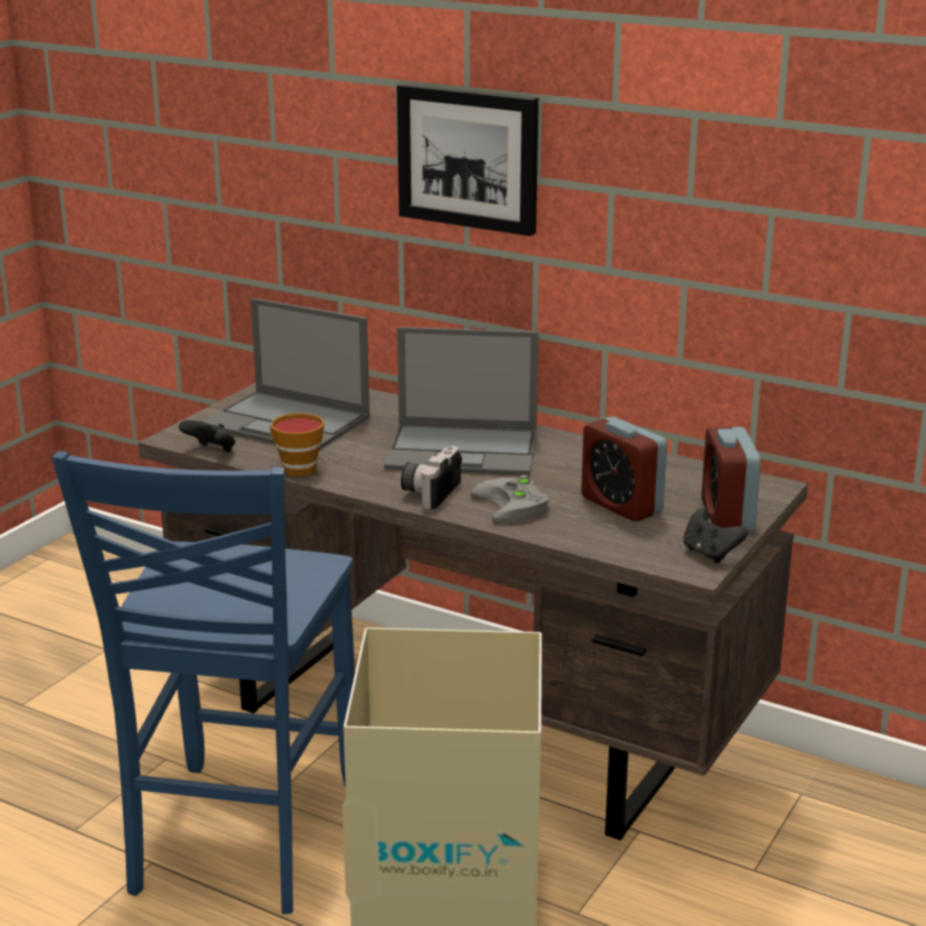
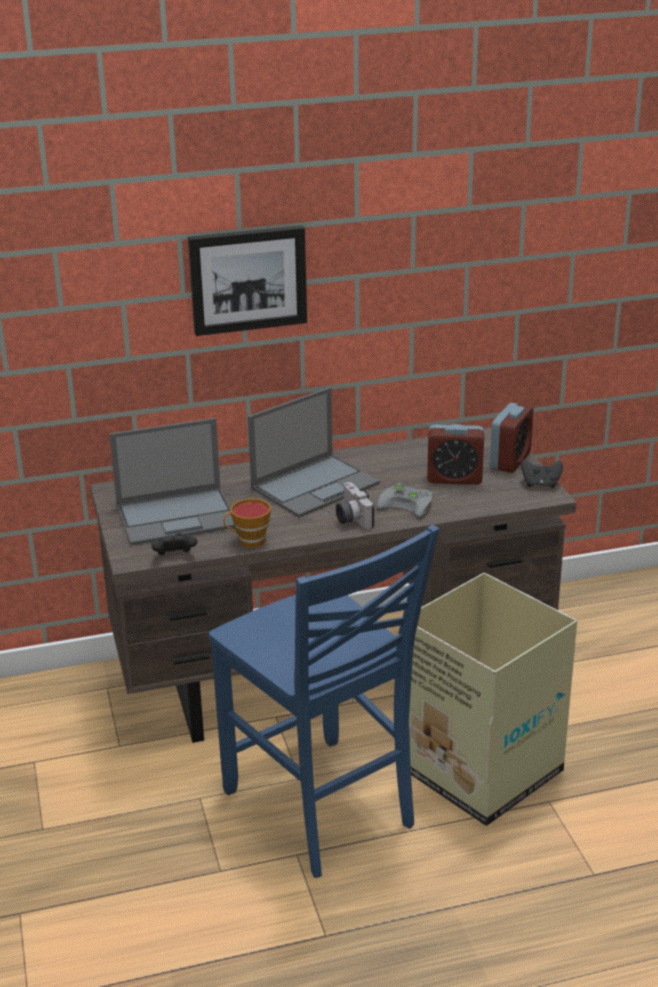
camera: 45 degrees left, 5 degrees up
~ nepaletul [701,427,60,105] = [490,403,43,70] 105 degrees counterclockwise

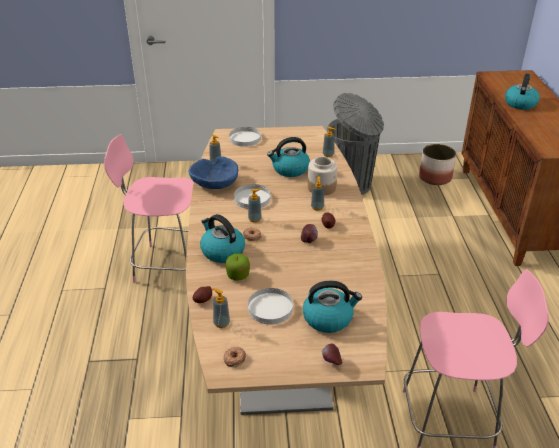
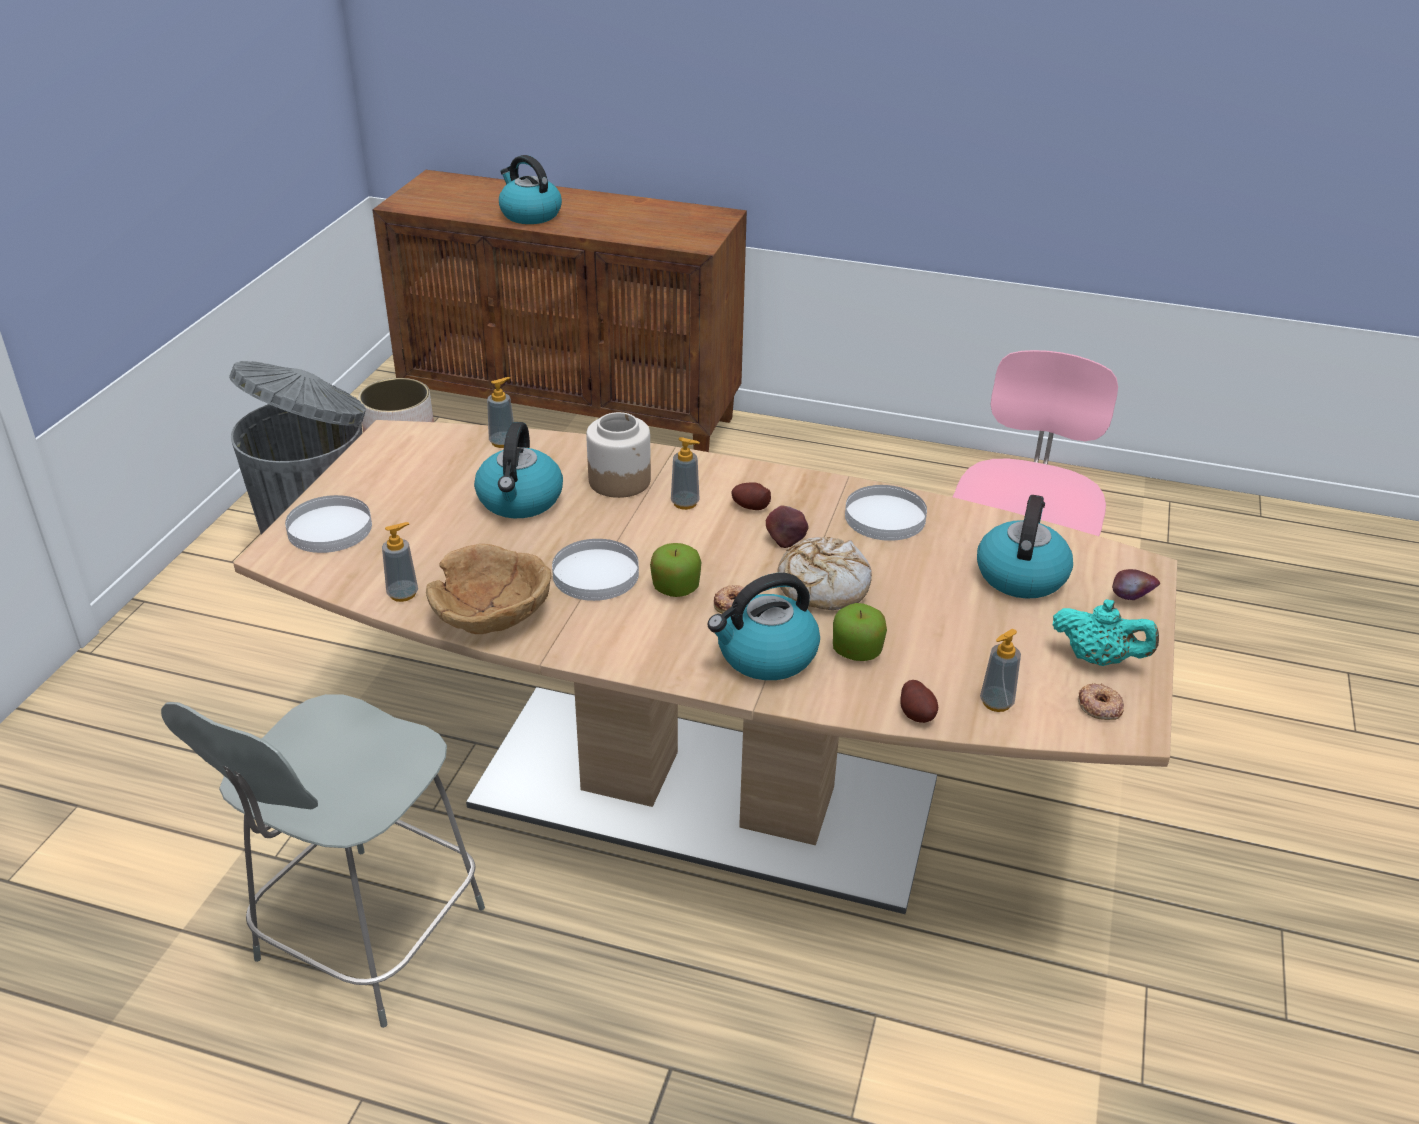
camera: 70 degrees left, 0 degrees up
+ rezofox [777,537,95,73]
+ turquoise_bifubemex [1053,599,106,67]
~ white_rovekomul [248,288,45,37] to [845,485,82,56]
~ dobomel [248,188,14,35] to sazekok [650,543,51,54]
~ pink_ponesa [104,135,90,148] to grey_ponesa [161,694,324,334]
~ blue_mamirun [189,156,49,33] to brown_mamirun [426,544,125,90]

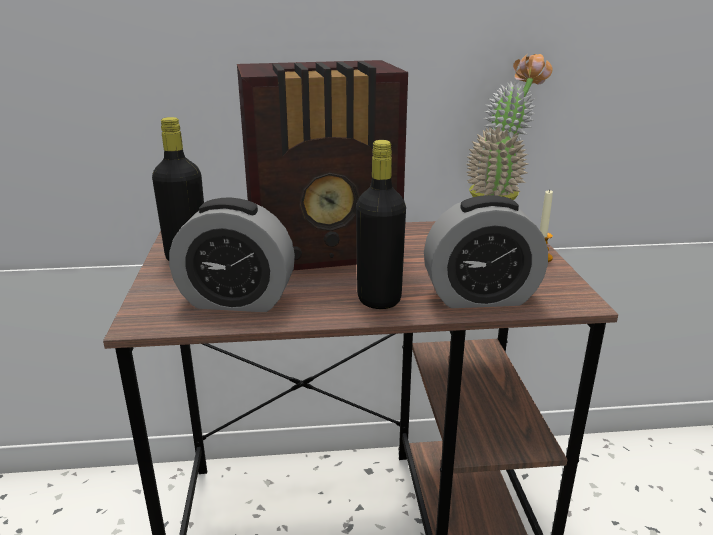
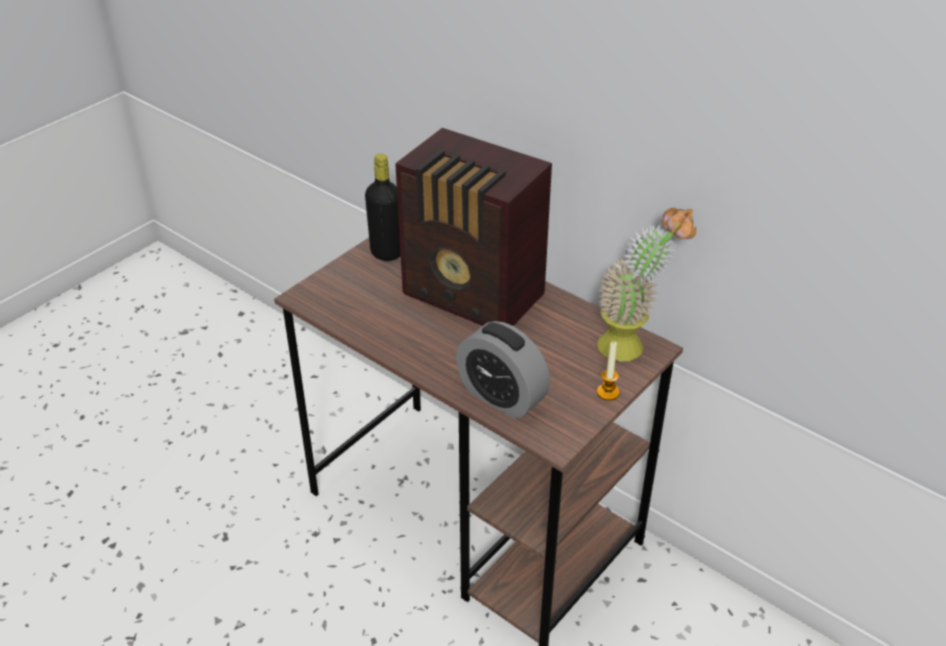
camera: 45 degrees right, 15 degrees up
- nepaletul [169,198,126,114]
- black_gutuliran [356,140,50,169]

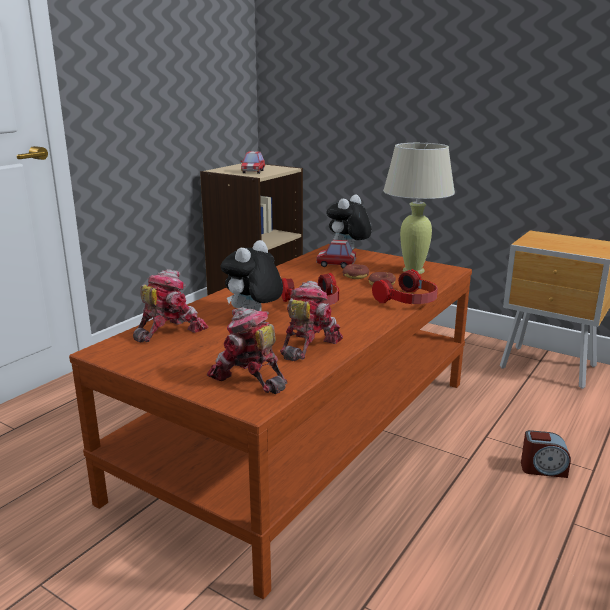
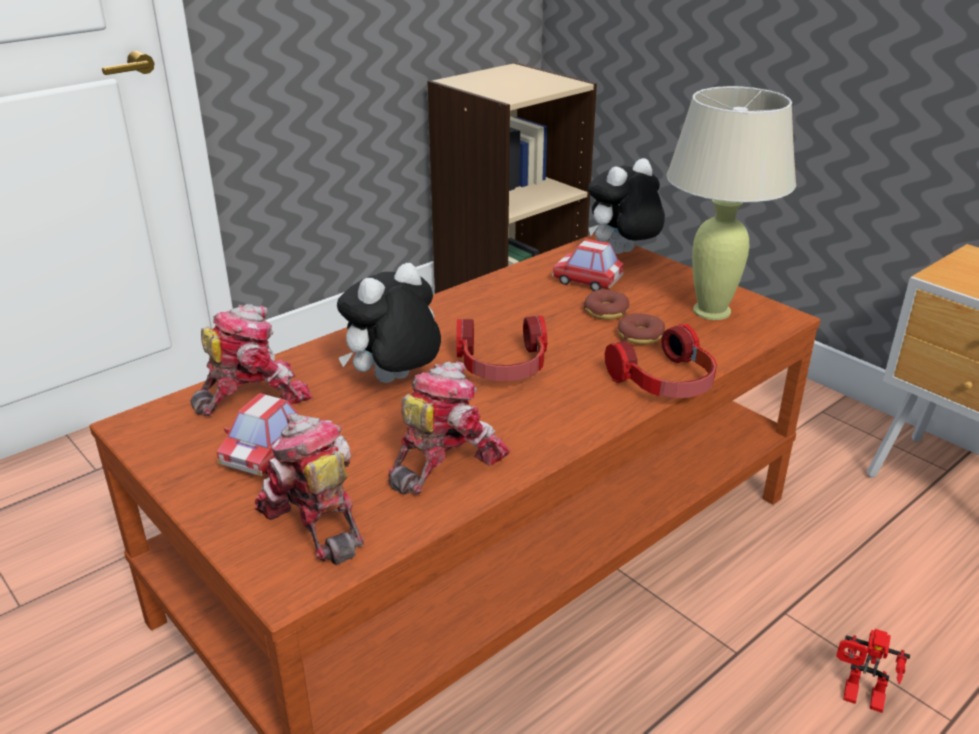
camera: 15 degrees right, 10 degrees up
~ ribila [241,151,24,23] to [217,393,83,83]
~ nepaletul [521,430,50,48] to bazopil [836,629,74,84]

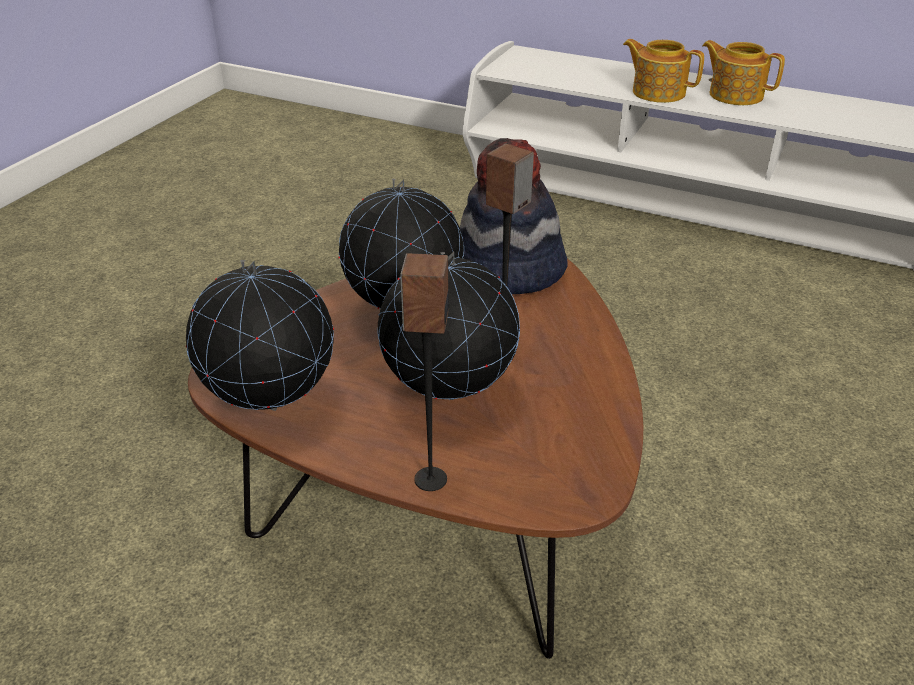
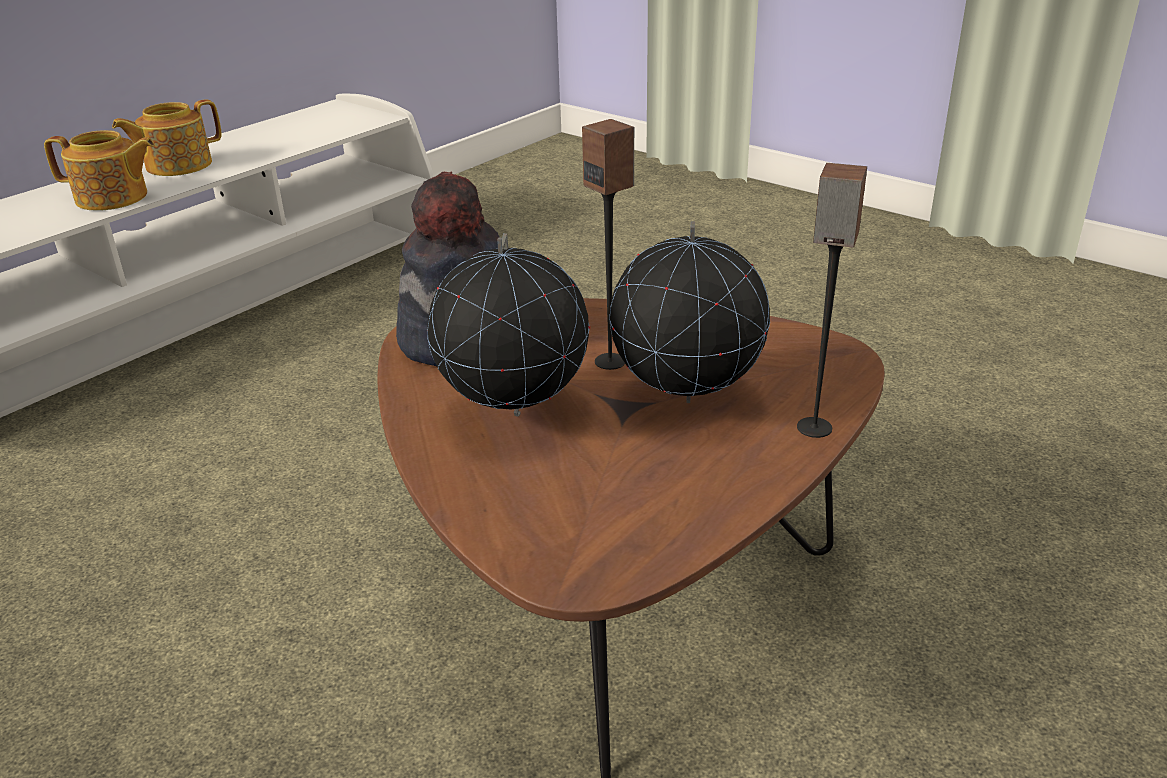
camera: 75 degrees left, 5 degrees down
- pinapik [186,260,148,151]
~ bifubemex [623,39,81,64] = [44,130,111,81] 135 degrees counterclockwise

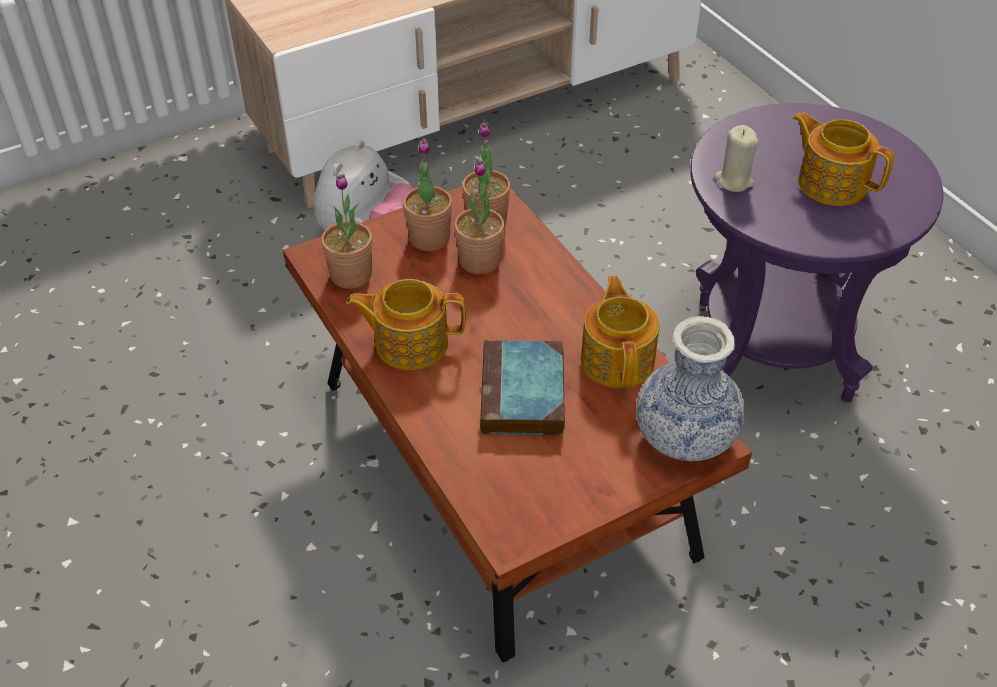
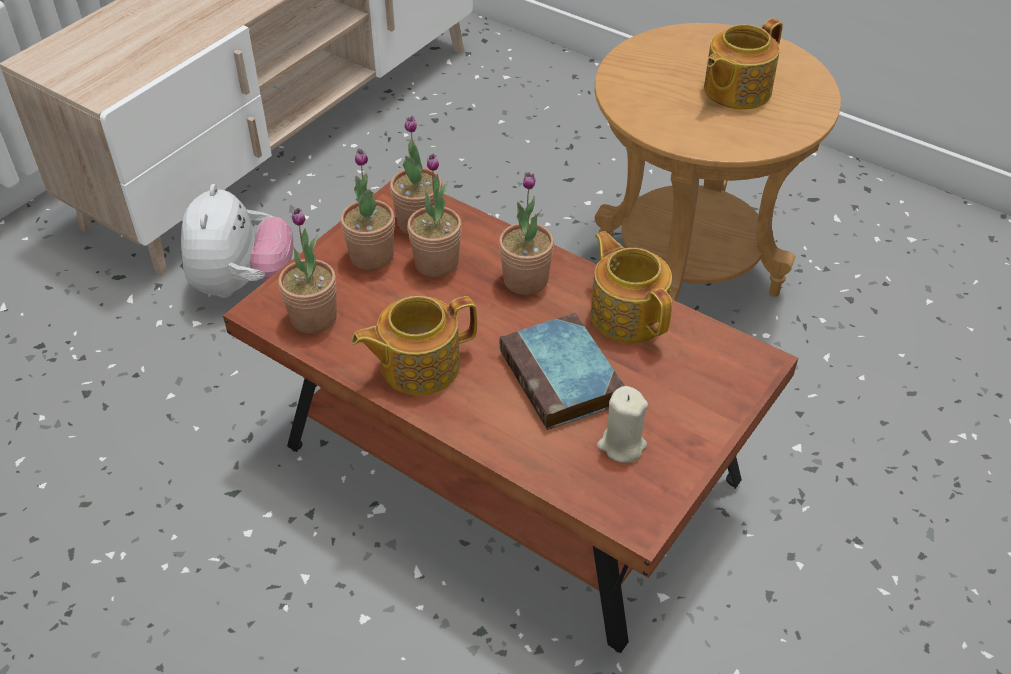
camera: 25 degrees left, 0 degrees up
- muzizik [636,316,109,145]
+ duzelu [499,172,55,123]
~ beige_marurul [714,125,45,67] to [597,386,51,77]
~ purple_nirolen [690,103,253,300] to brown_nirolen [595,23,246,278]
~ bifubemex [793,112,101,94] = [704,18,79,92] 60 degrees counterclockwise

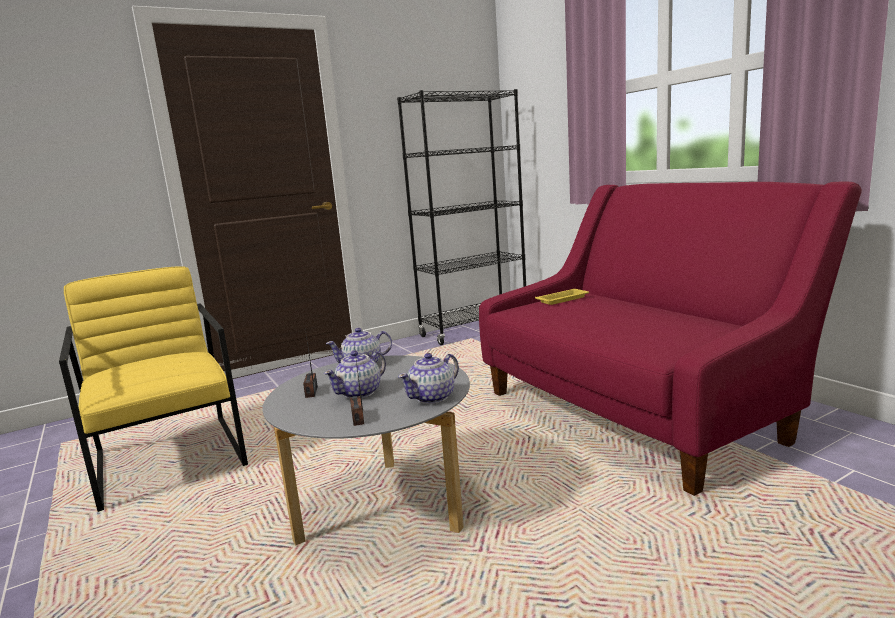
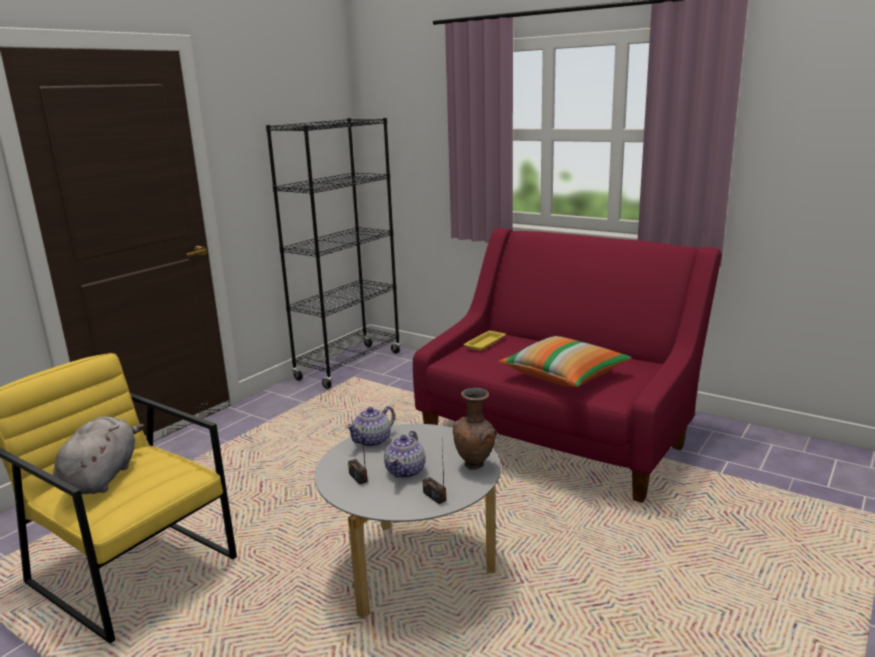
camera: 25 degrees left, 5 degrees up
+ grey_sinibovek [53,416,91,78]
+ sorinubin [499,336,133,51]
~ bifubemex [398,353,61,51] to brown_muzizik [453,388,44,82]

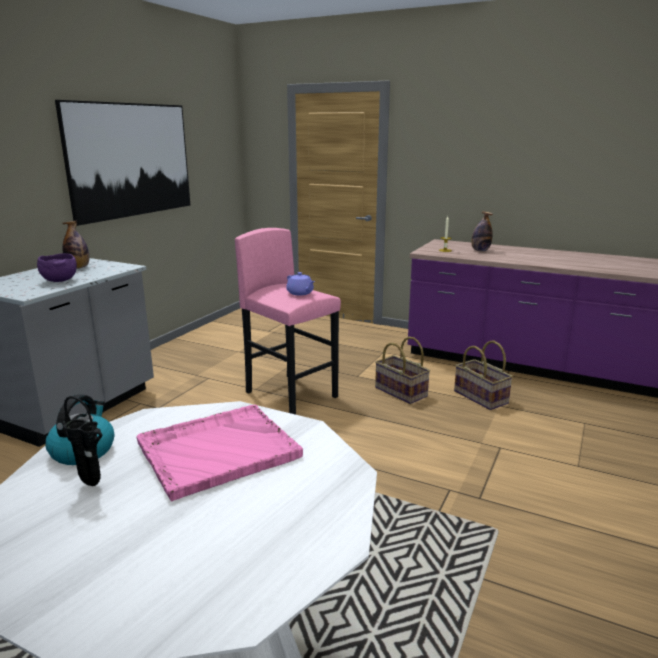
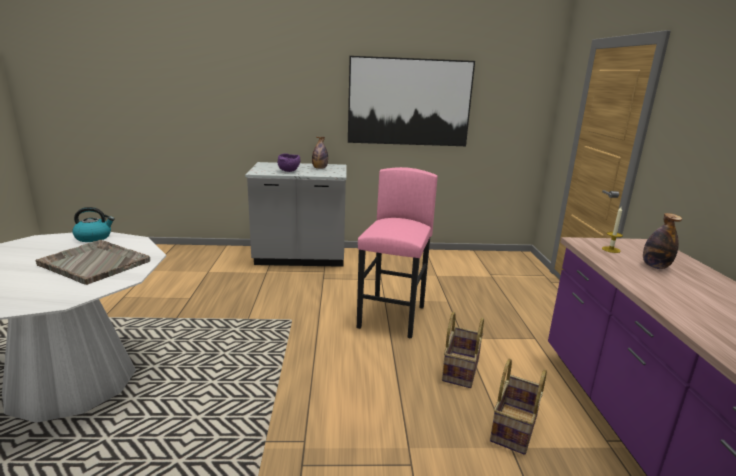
camera: 60 degrees right, 0 degrees up
- black_muzizik [62,396,40,90]
- purple_bifubemex [286,272,29,23]
~ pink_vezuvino [137,405,166,96] to grey_vezuvino [35,240,115,45]

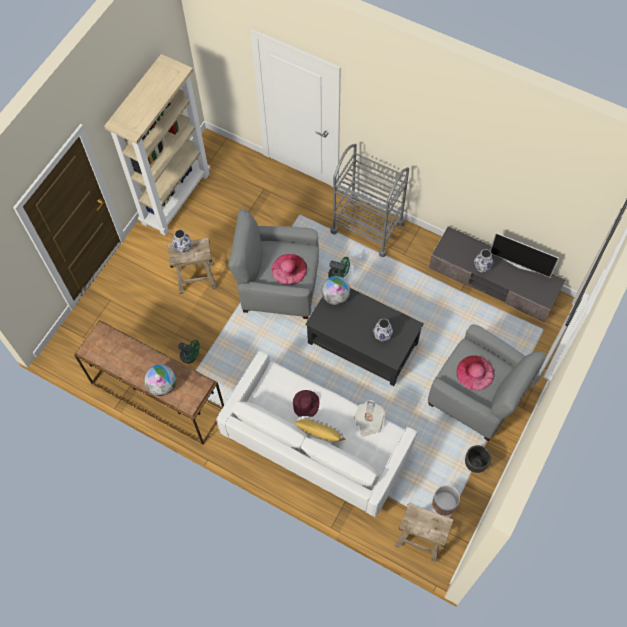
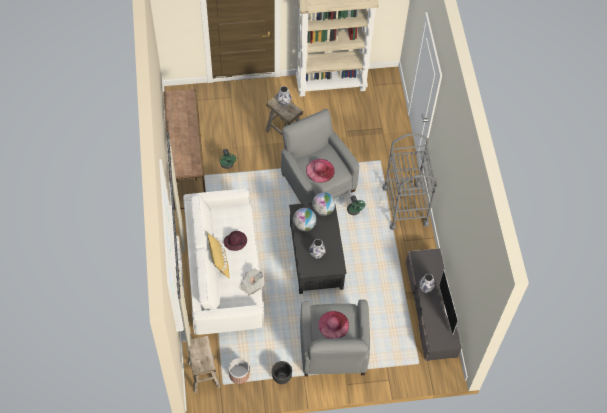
camera: 50 degrees right, 5 degrees down
~ pinapik [144,365,32,31] to [293,208,23,23]

